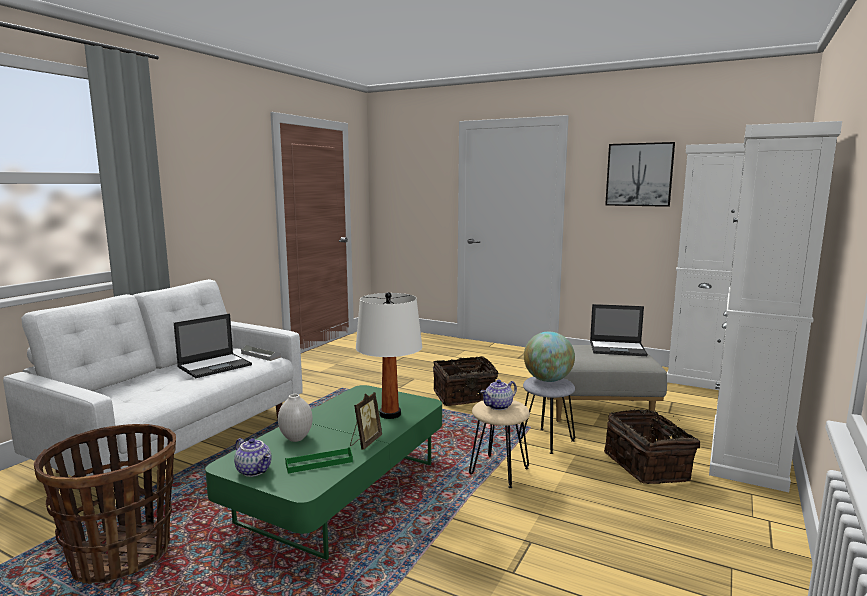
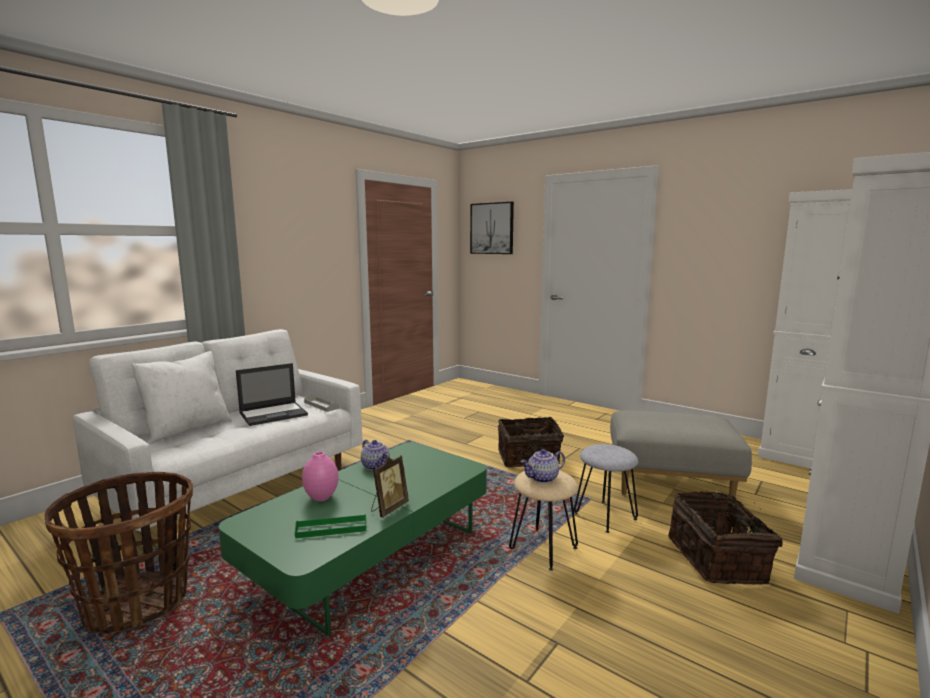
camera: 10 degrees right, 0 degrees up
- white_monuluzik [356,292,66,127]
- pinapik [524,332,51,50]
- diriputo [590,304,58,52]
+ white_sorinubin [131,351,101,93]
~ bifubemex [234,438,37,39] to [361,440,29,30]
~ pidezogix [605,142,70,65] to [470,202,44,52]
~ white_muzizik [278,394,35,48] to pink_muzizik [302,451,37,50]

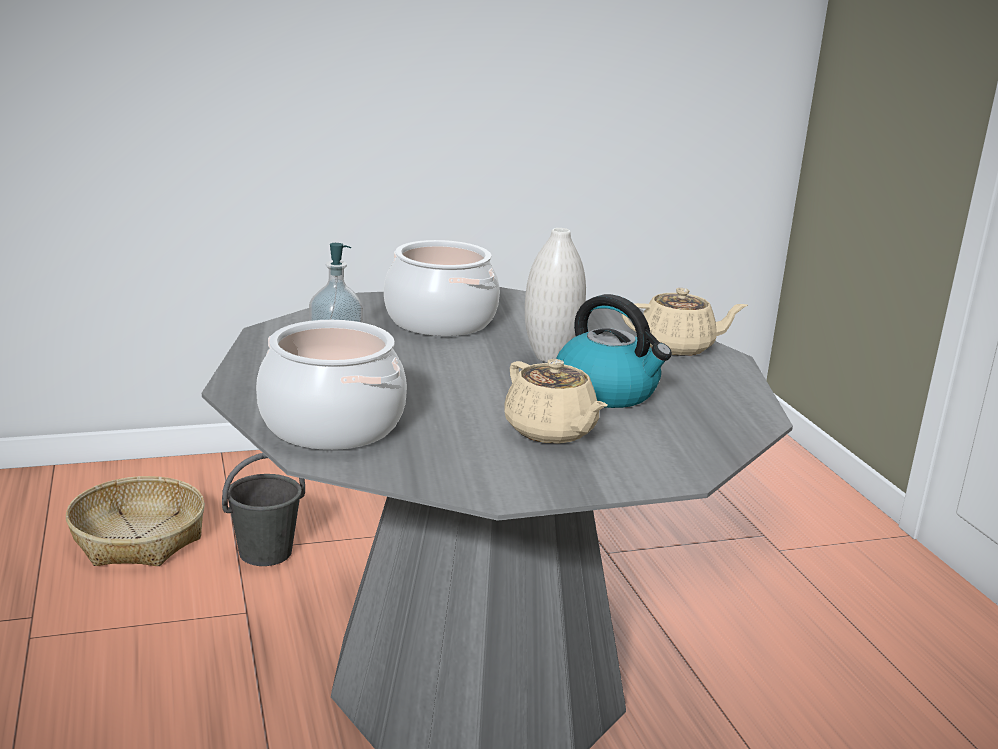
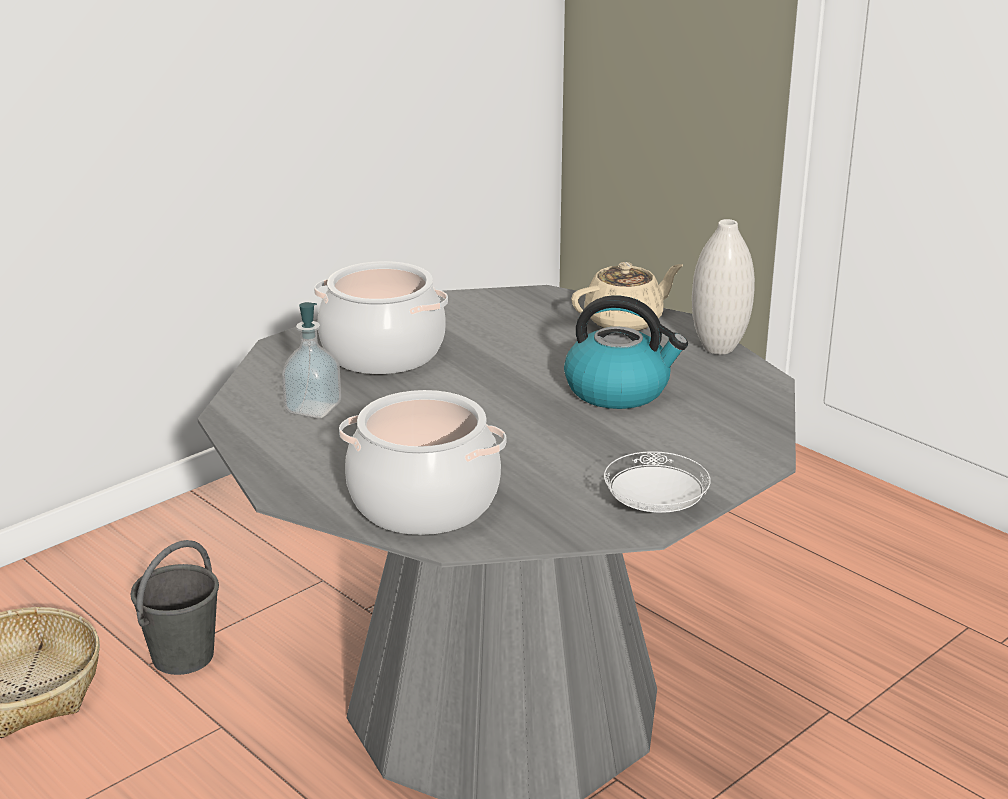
camera: 25 degrees left, 5 degrees up
- beige_bifubemex [504,359,103,85]
+ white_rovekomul [604,452,107,61]
~ white_muzizik [525,228,61,134] to [692,219,63,136]

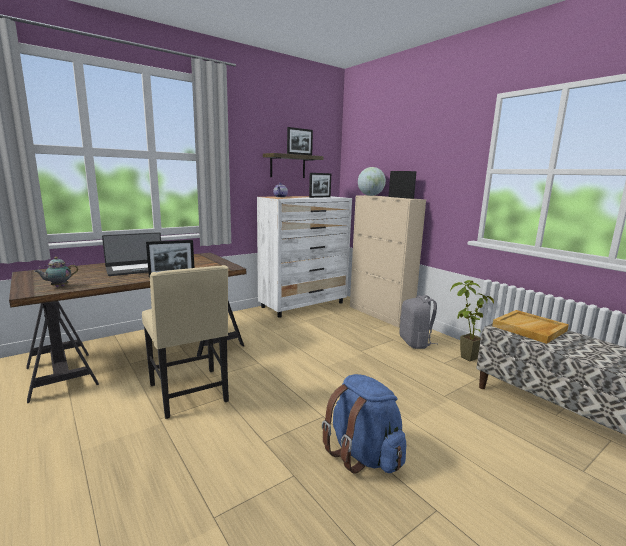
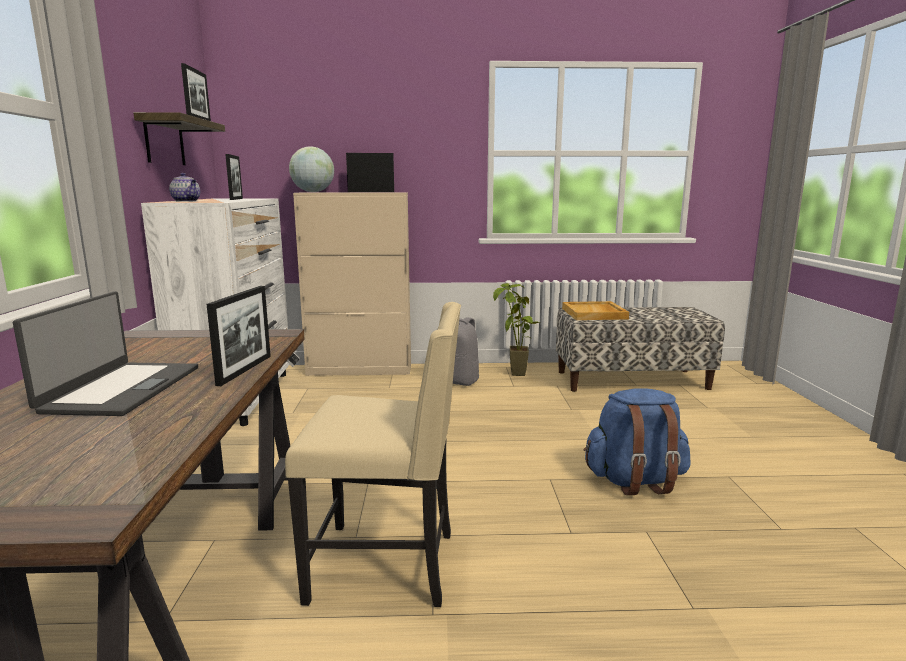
camera: 55 degrees left, 0 degrees up
- bifubemex [34,257,44,30]

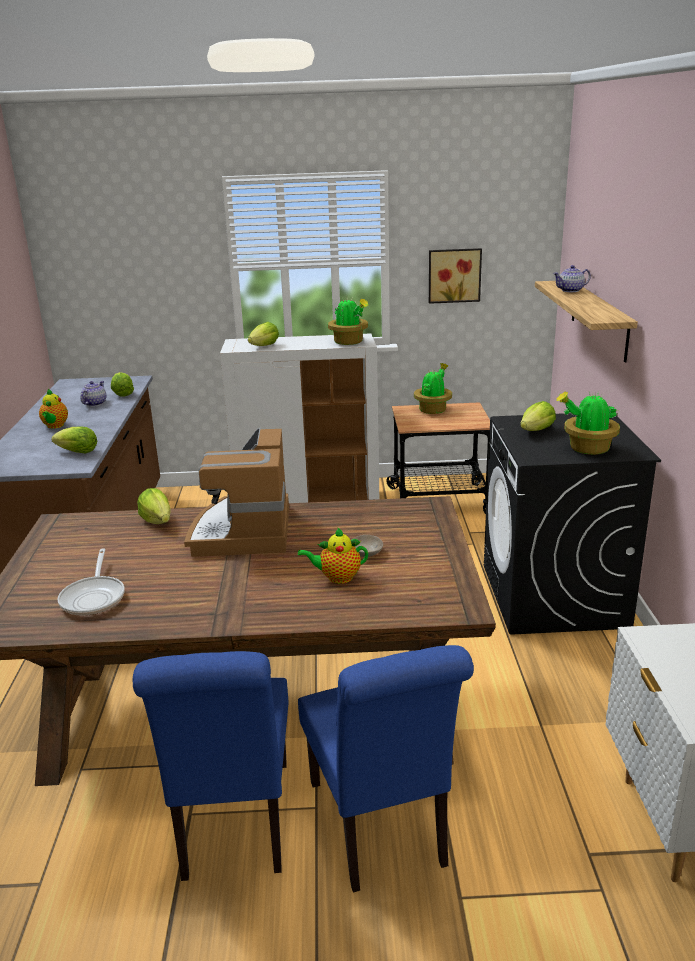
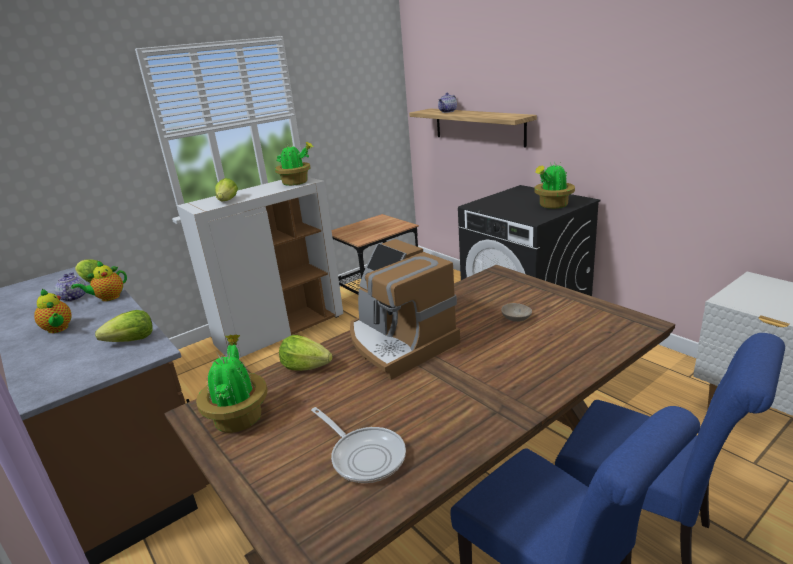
camera: 35 degrees left, 0 degrees up
- pidezogix [429,248,53,56]
- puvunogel [520,401,36,30]
~ bifubemex [298,527,70,57] to [71,261,56,40]
~ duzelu [414,363,38,51] to [196,335,71,98]

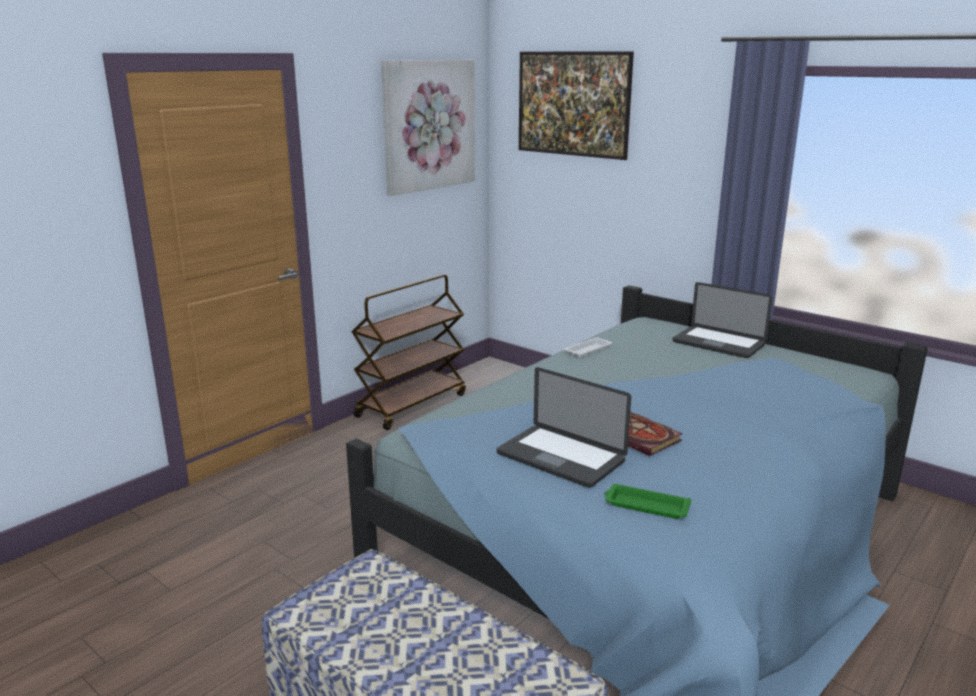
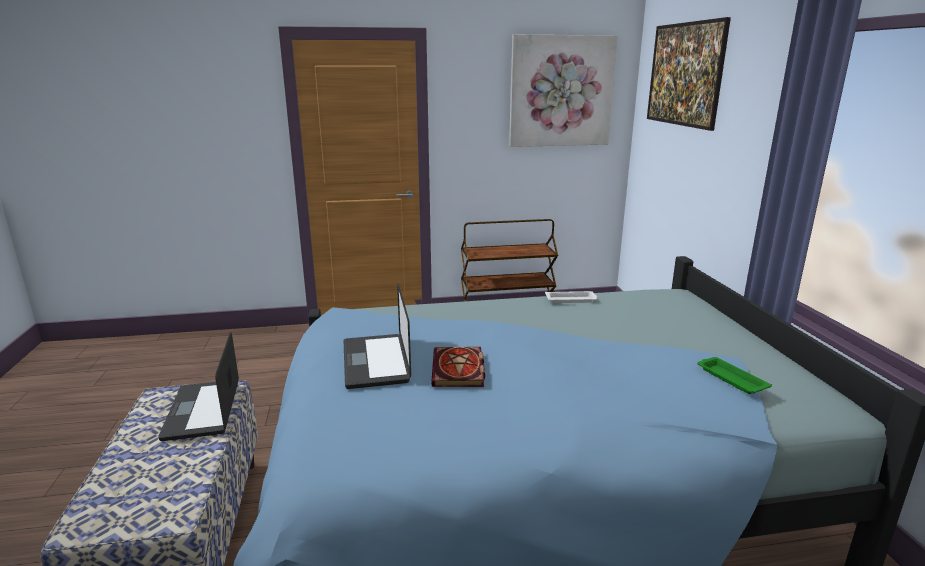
camera: 40 degrees right, 0 degrees up
~ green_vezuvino [605,484,86,35] to [697,357,75,37]
~ diriputo [672,282,100,76] to [158,332,81,109]

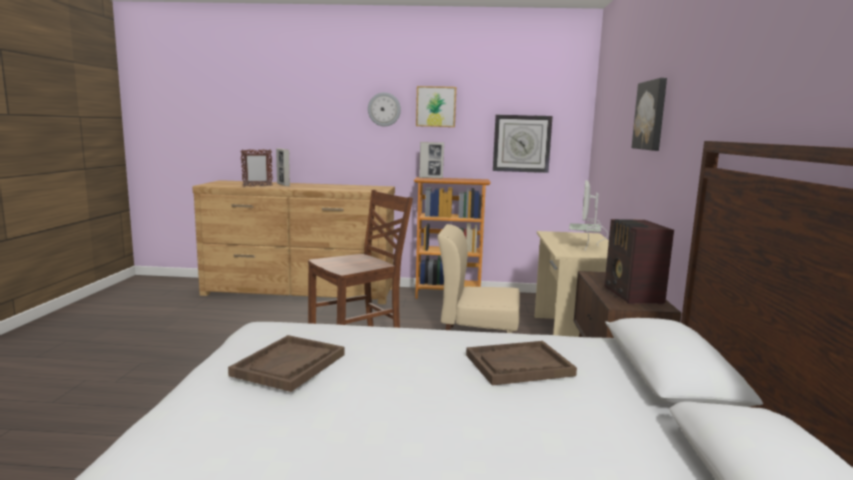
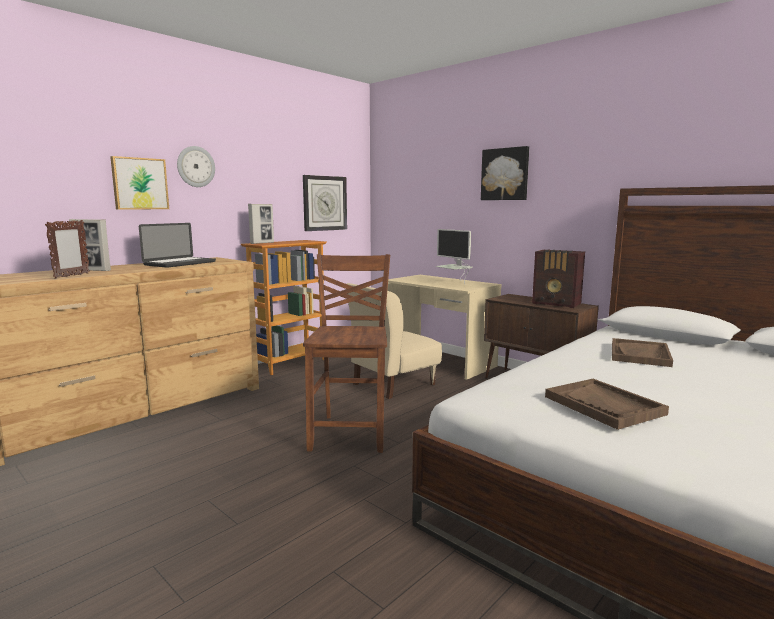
camera: 50 degrees left, 0 degrees up
+ diriputo [139,223,77,45]
~ pidezogix [416,86,40,41] to [110,156,59,54]

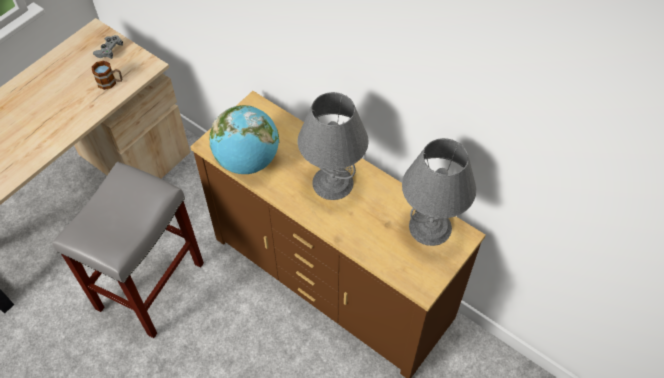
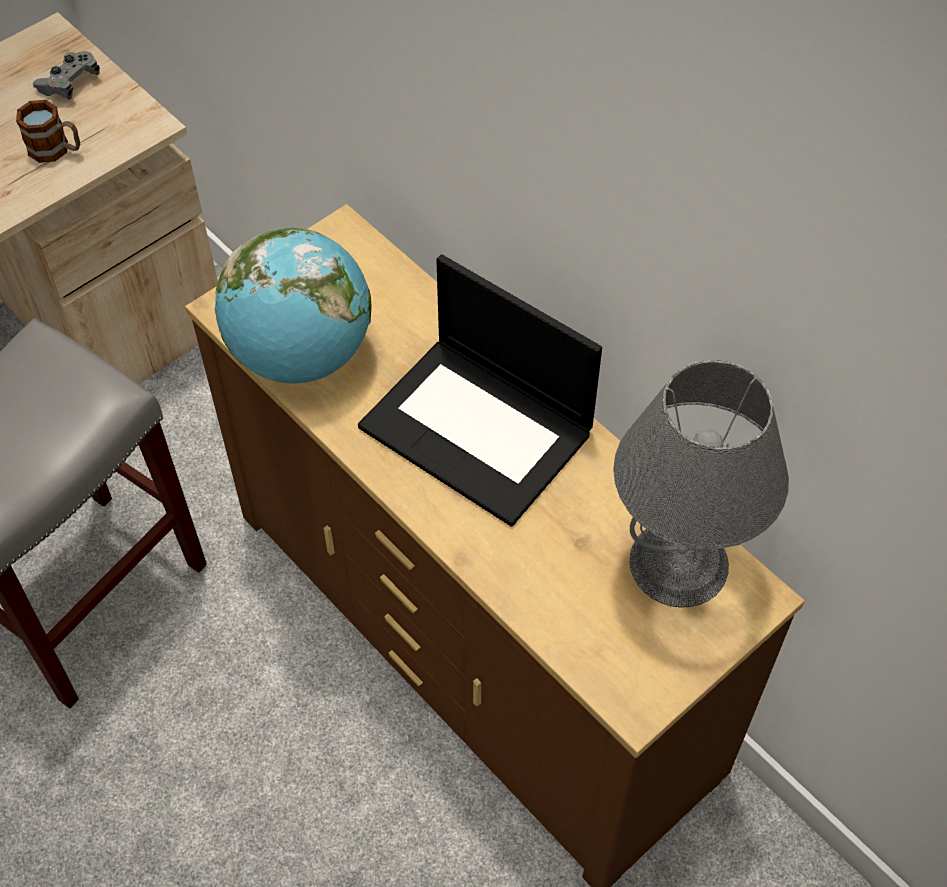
camera: 10 degrees right, 0 degrees up
~ grey_monuluzik [298,92,71,108] to diriputo [358,254,244,273]

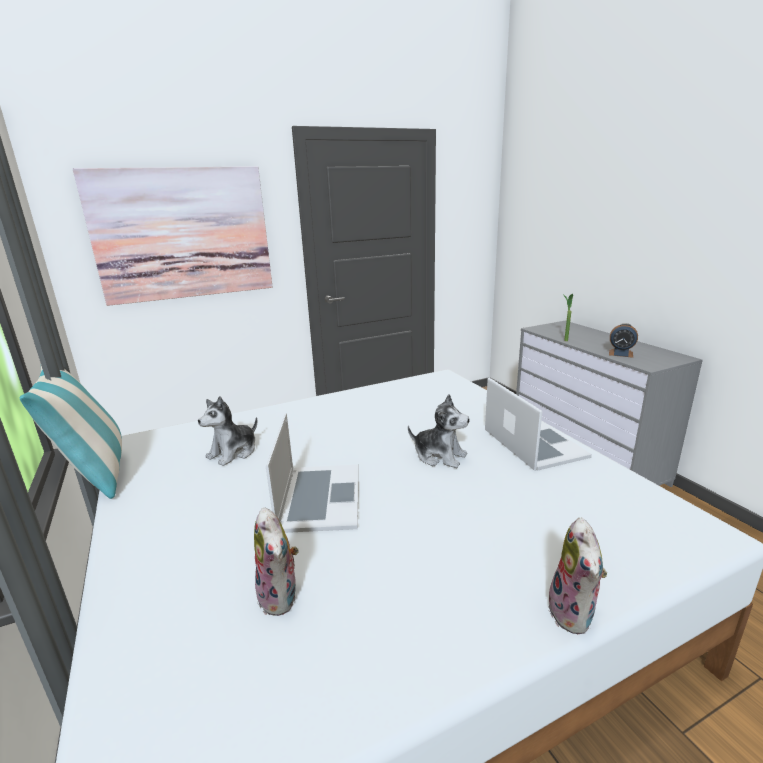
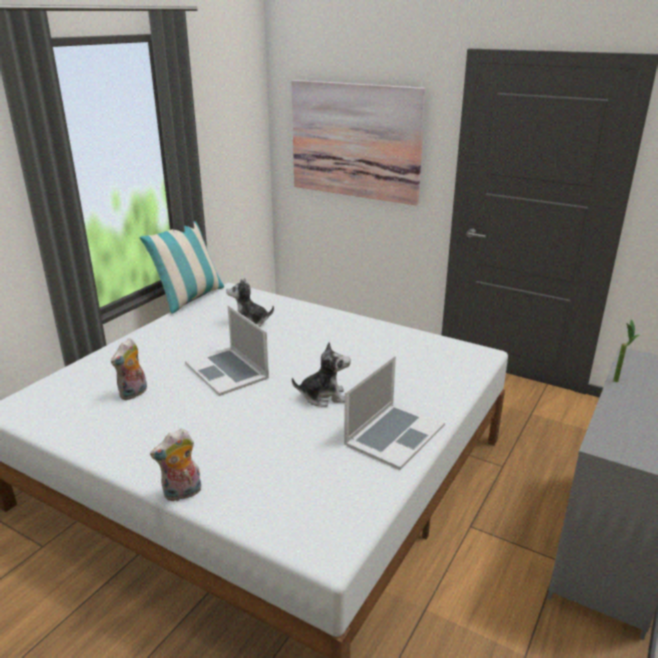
camera: 55 degrees right, 5 degrees up
- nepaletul [609,323,29,35]
~ diriputo [266,413,93,120] = [185,305,84,91] 90 degrees clockwise
~ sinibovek [408,394,62,74] = [292,342,59,65] 90 degrees counterclockwise

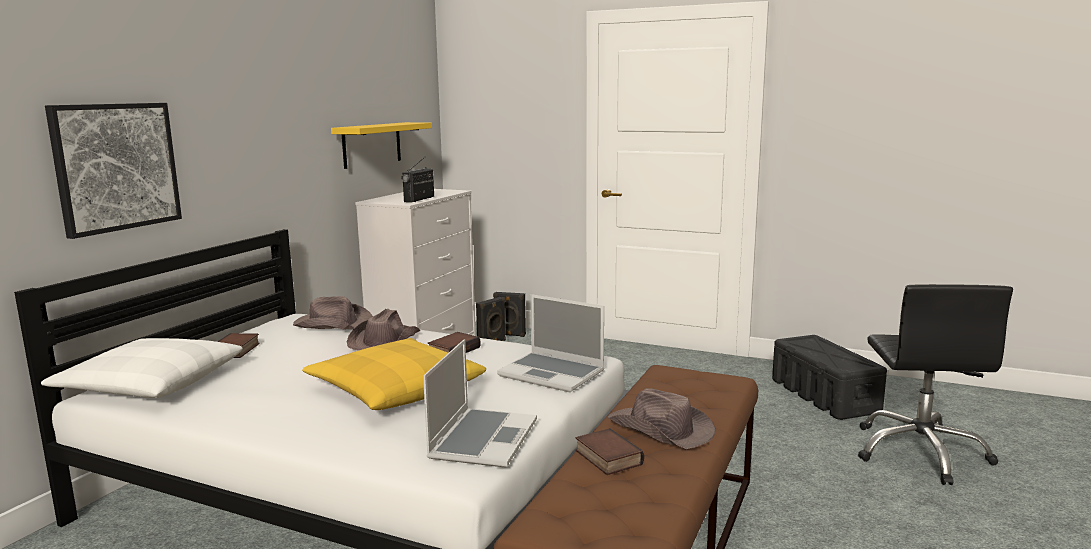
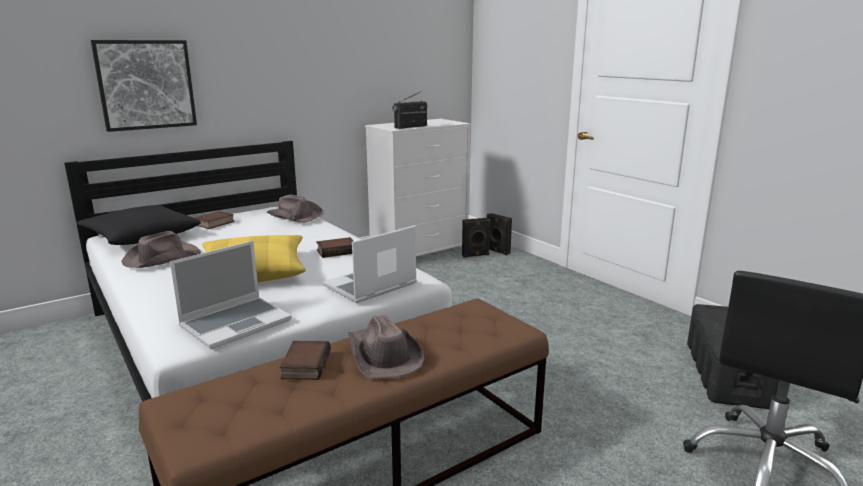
camera: 30 degrees right, 5 degrees up
- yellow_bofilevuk [331,122,101,47]
~ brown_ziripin [347,309,73,41] to [122,231,79,37]
~ white_sorinubin [41,338,202,60] to black_sorinubin [77,205,124,40]
~ diriputo [497,294,107,98] = [322,226,95,77] 75 degrees clockwise

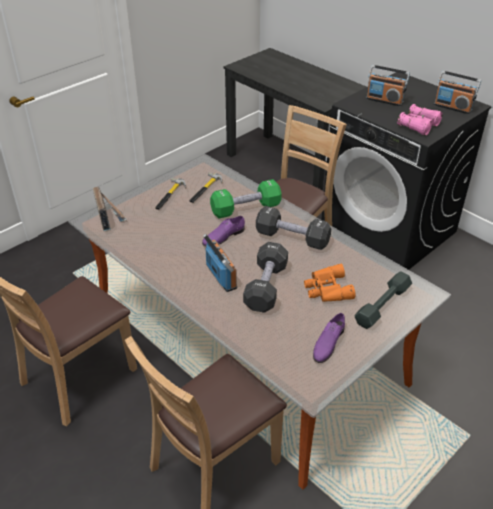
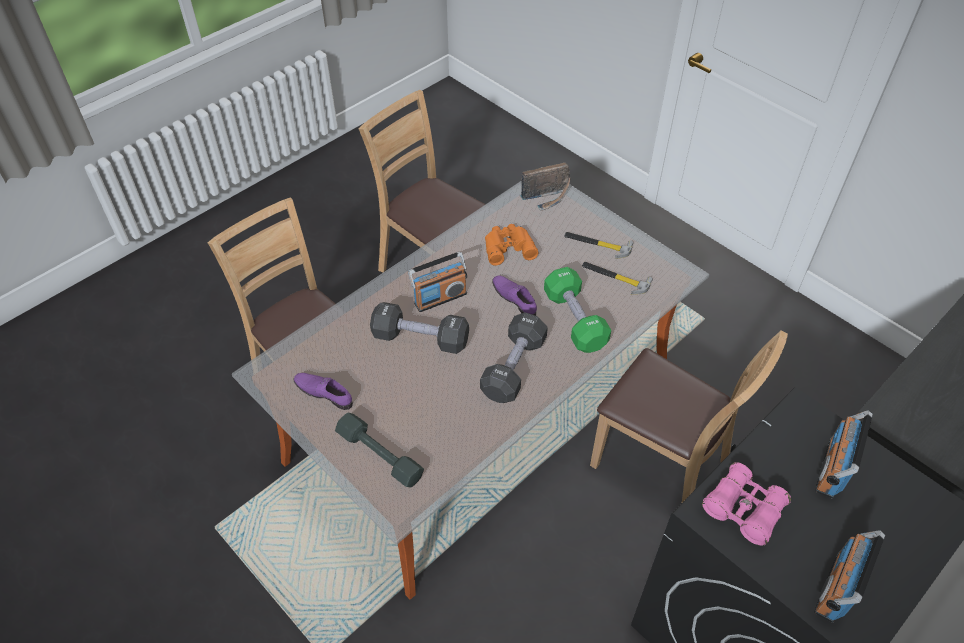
camera: 90 degrees right, 10 degrees up
~ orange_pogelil [304,264,51,38] to [485,224,53,41]

